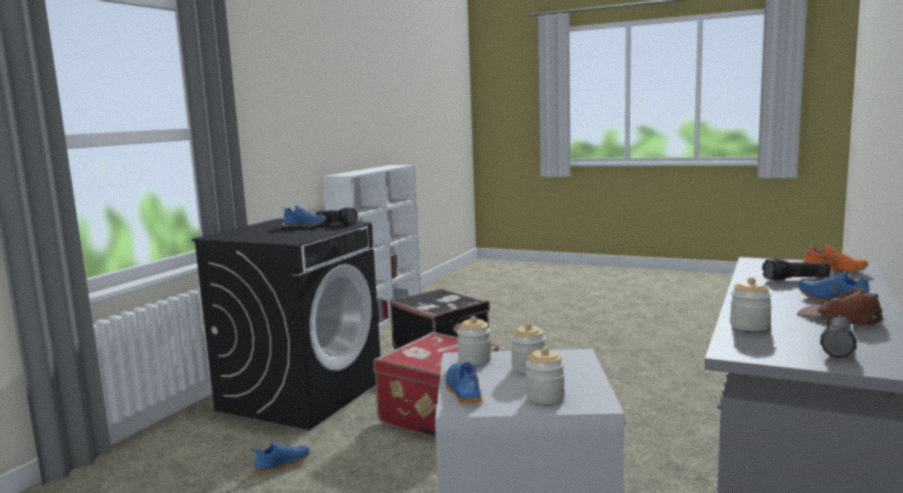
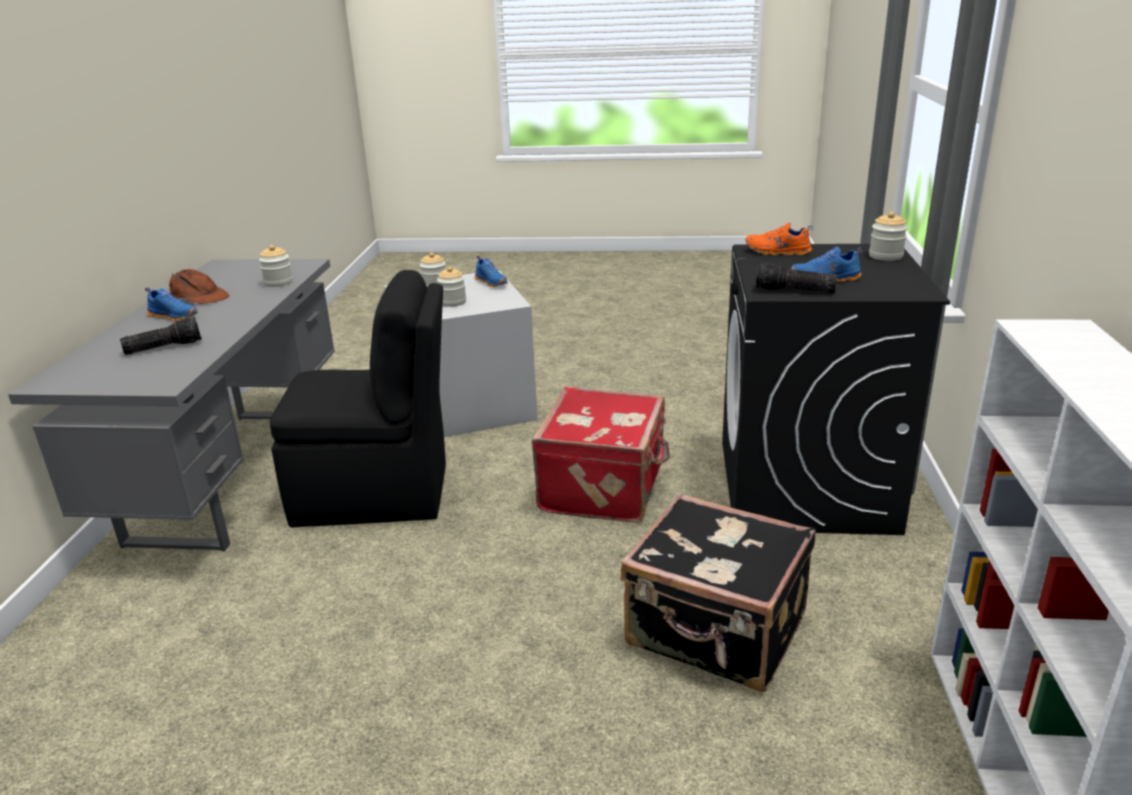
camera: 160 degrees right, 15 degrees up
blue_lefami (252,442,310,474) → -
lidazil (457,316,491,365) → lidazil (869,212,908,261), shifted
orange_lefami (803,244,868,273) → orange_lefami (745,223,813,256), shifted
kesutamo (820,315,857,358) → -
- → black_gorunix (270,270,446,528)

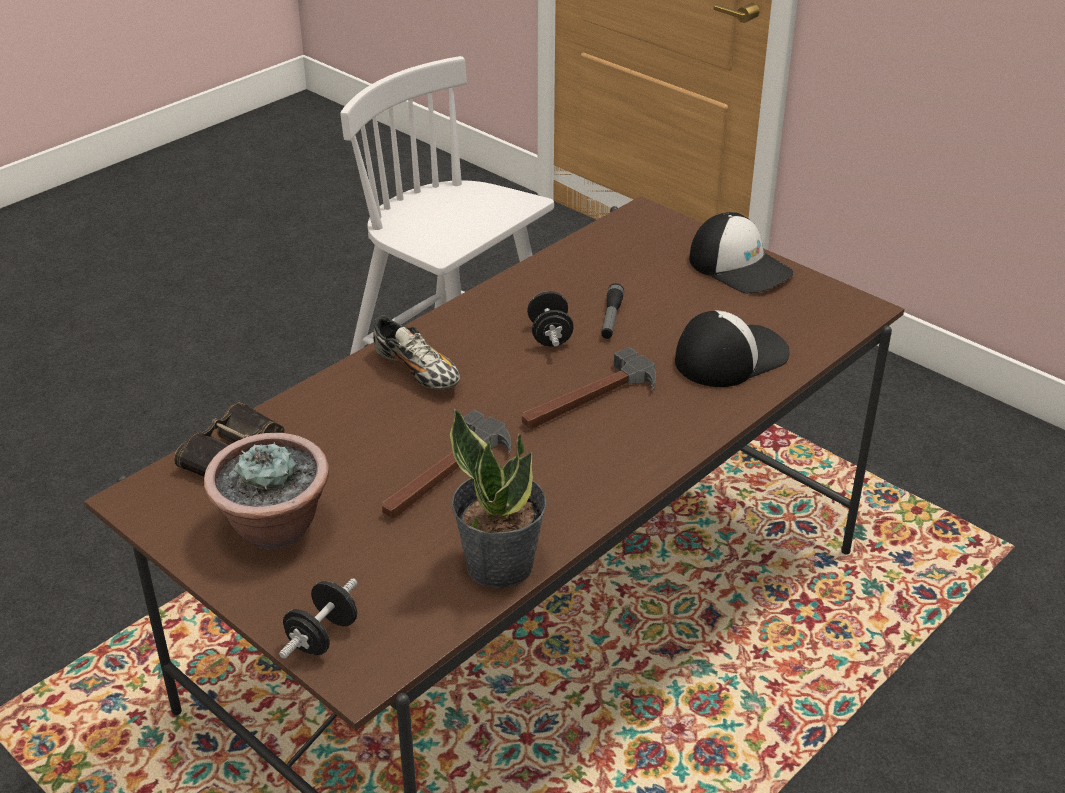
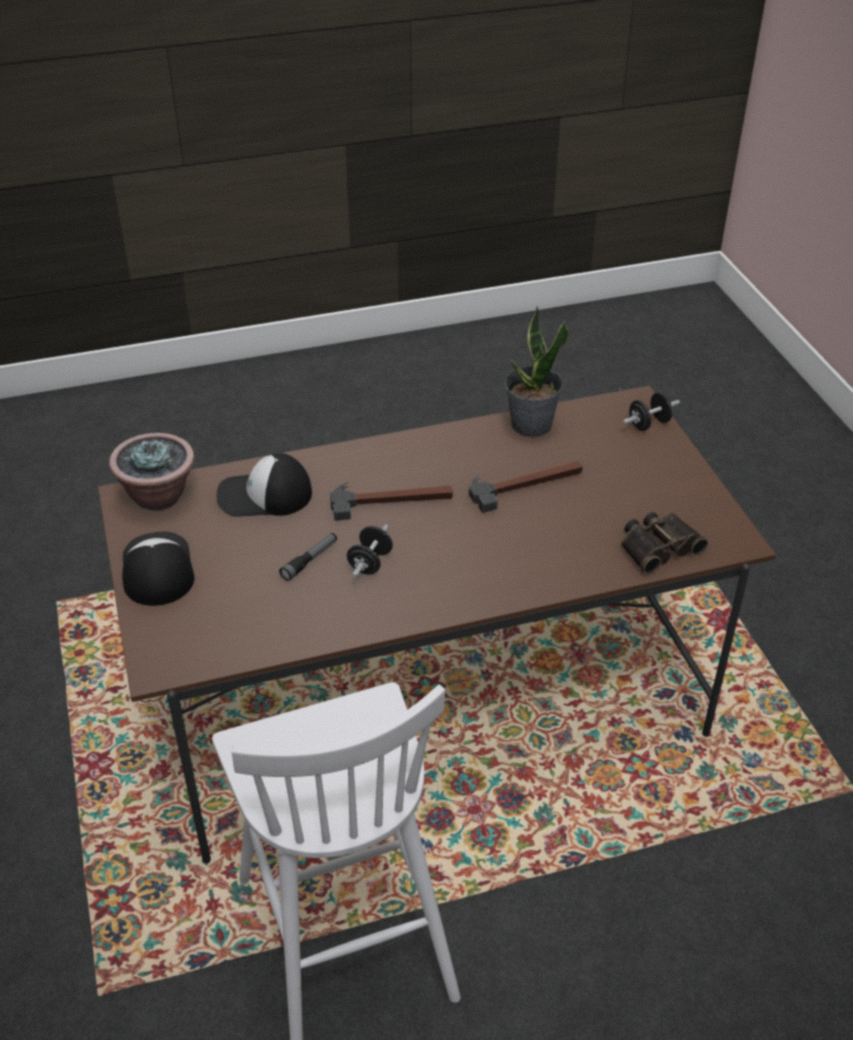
camera: 150 degrees left, 5 degrees up
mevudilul (204,433,329,549) → mevudilul (109,433,195,511), shifted
lefami (373,315,460,390) → -

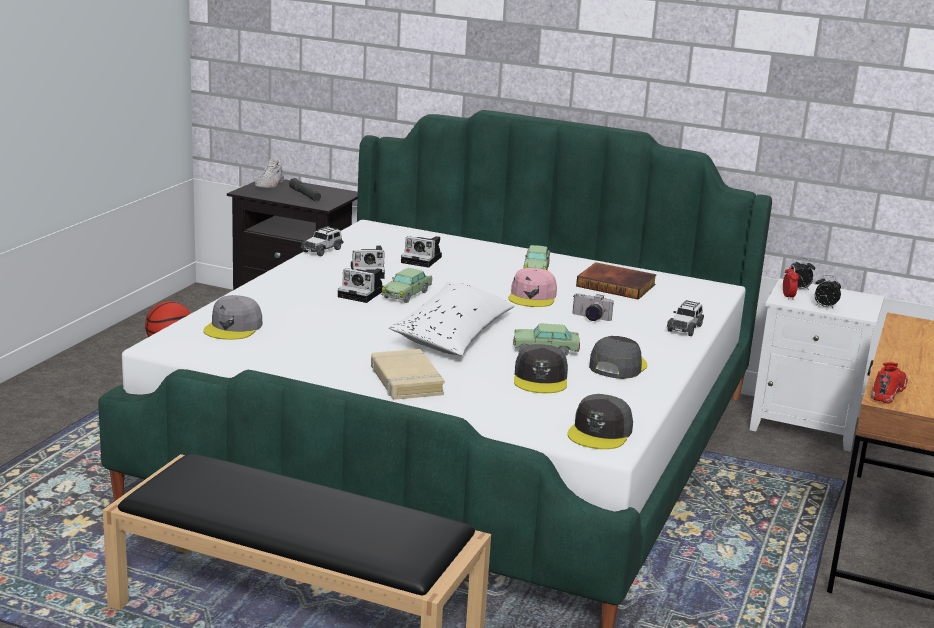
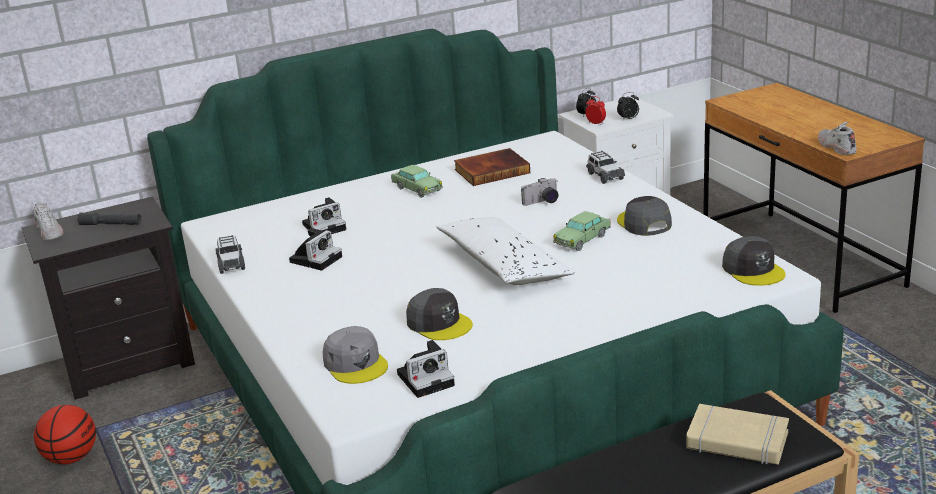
camera: 45 degrees left, 5 degrees up
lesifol (338,268,383,303) → lesifol (397,340,455,398), shifted
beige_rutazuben (371,349,445,400) → beige_rutazuben (686,404,789,465), shifted
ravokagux (381,268,432,303) → -
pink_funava (509,268,557,307) → -
grey_funava (514,344,568,393) → grey_funava (406,288,473,340), shifted
red_lefami (871,362,908,404) → white_lefami (818,122,857,155)

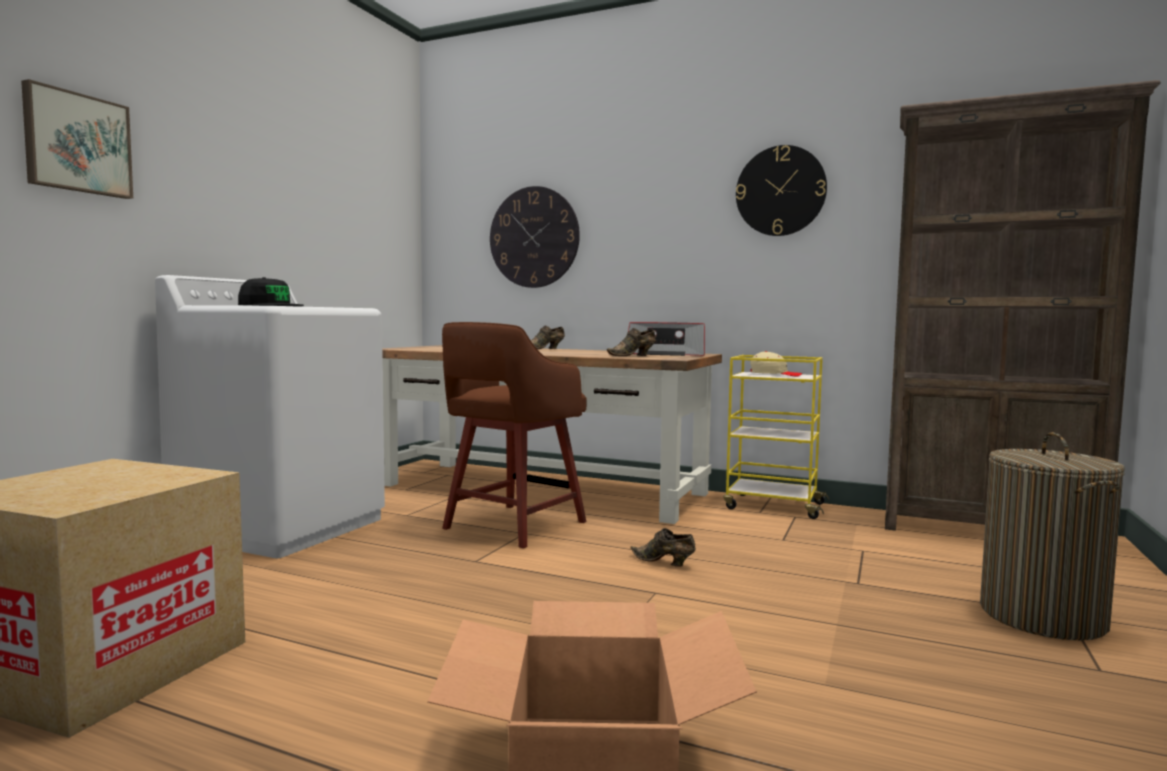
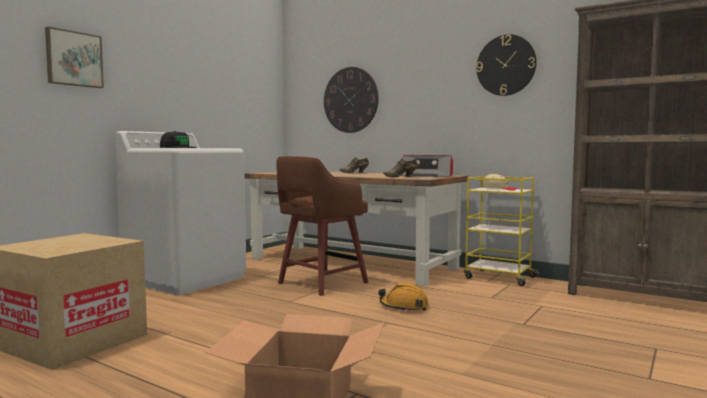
camera: 10 degrees right, 0 degrees up
brown_lefami (630,528,696,567) → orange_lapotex (378,283,429,312)
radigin (980,432,1125,640) → -

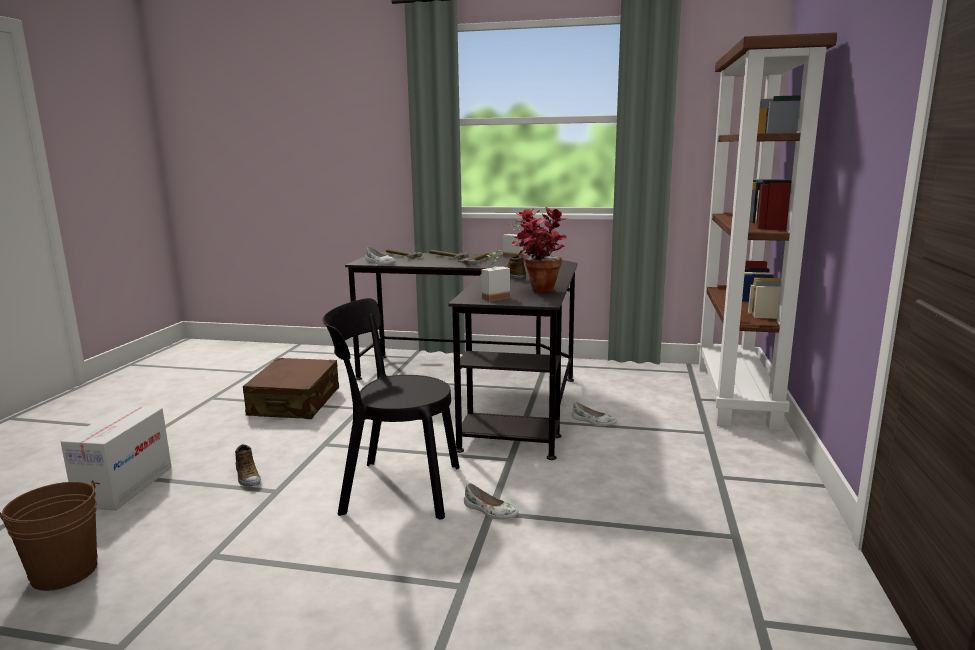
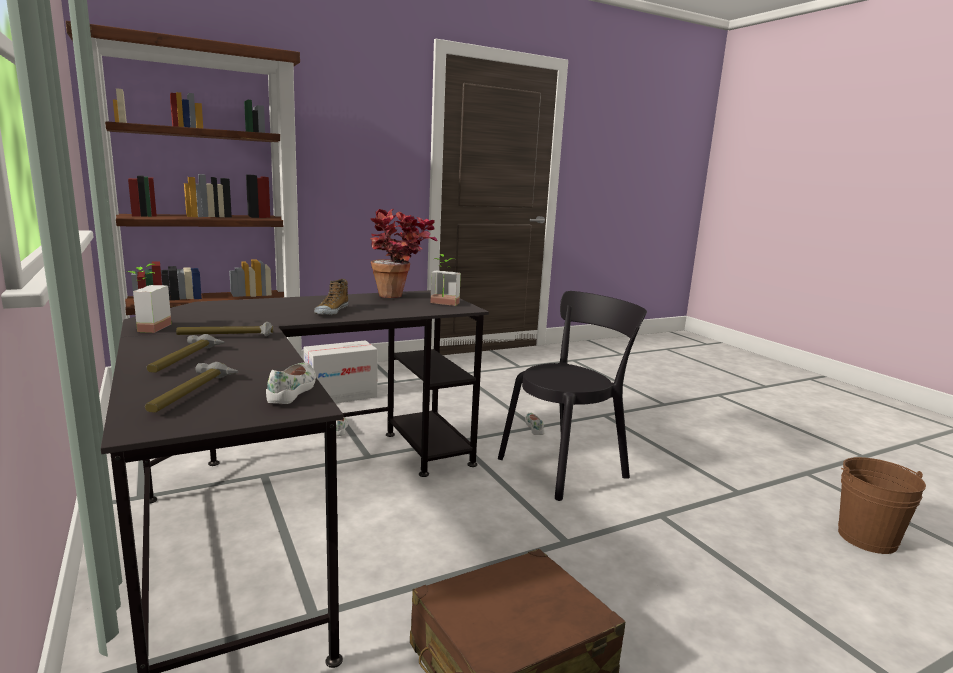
camera: 130 degrees left, 0 degrees up
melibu (61,406,172,511) → melibu (304,340,378,403), shifted
lefami (235,444,261,487) → -
black_gorunix (322,298,460,519) → black_gorunix (498,291,647,501), 90 degrees counterclockwise

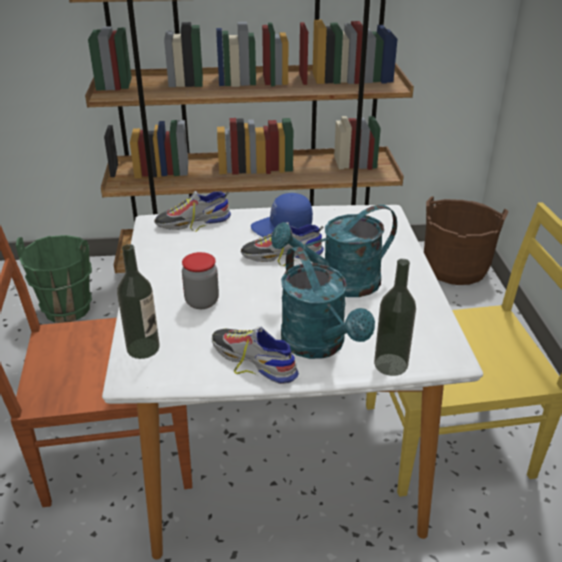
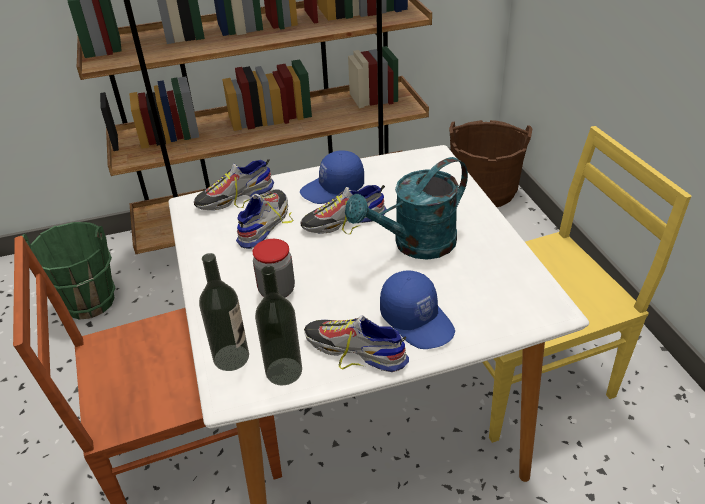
camera: 10 degrees left, 5 degrees up
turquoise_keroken (281,247,375,359) → blue_funava (380,271,455,349)
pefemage (374,259,416,376) → pefemage (255,266,302,385), shifted
- → lefami (236,190,293,249)

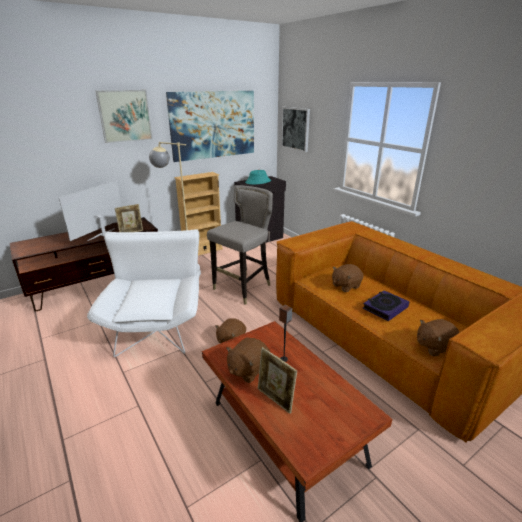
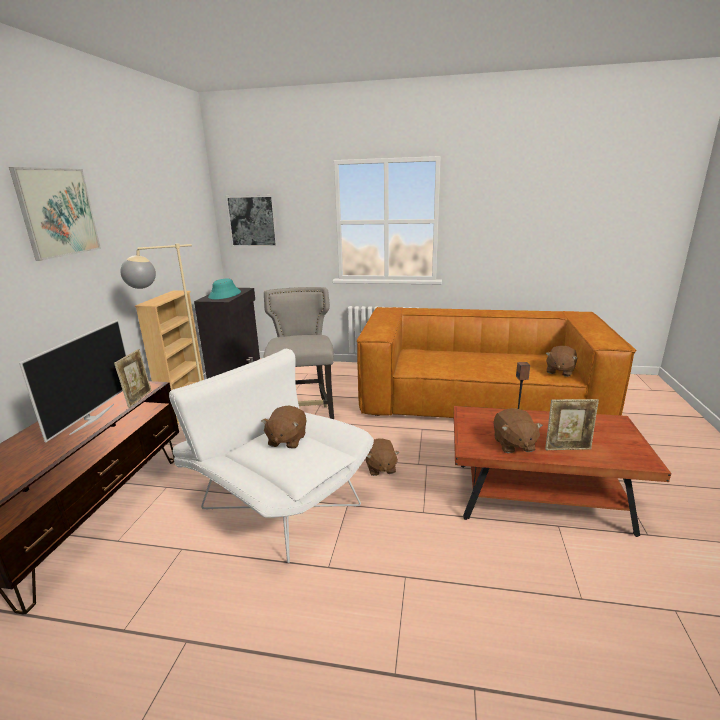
camera: 45 degrees left, 5 degrees down
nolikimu (59,180,122,241) → nolikimu (19,320,127,442), 150 degrees counterclockwise
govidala (166,91,254,162) → -
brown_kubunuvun (332,264,363,292) → brown_kubunuvun (262,406,307,449), shifted
rutazuben (363,290,410,321) → -

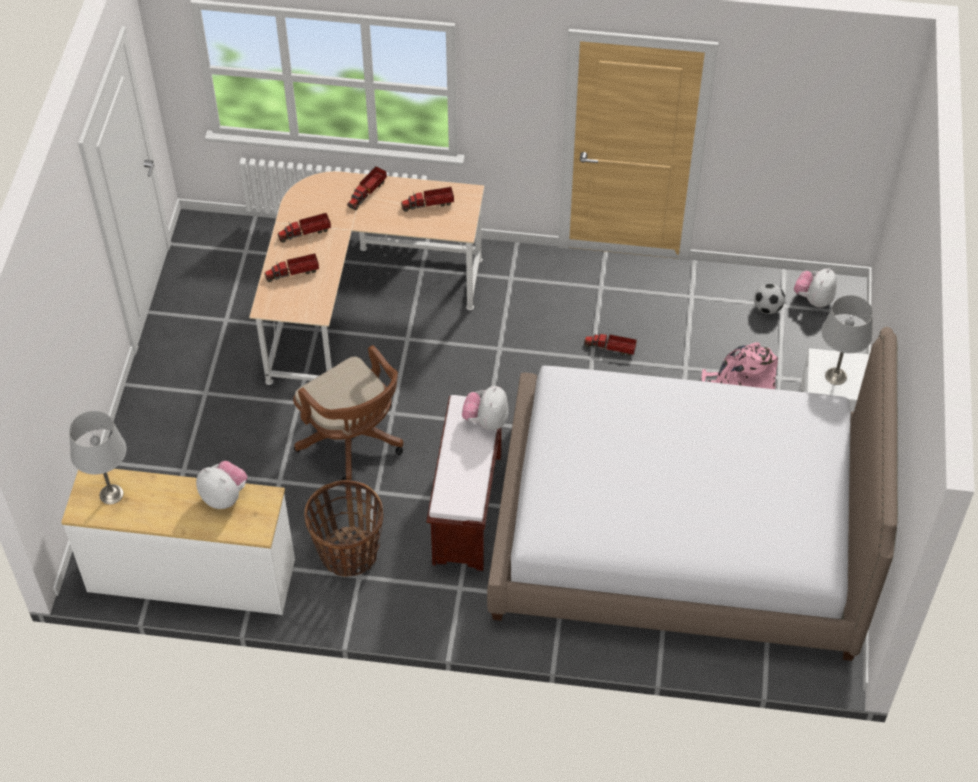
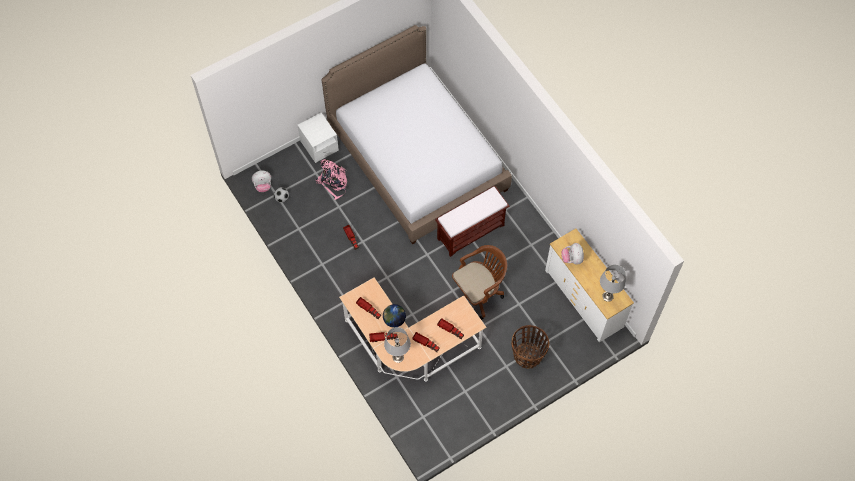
camera: 130 degrees left, 10 degrees up
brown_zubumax (293,345,404,480) → brown_zubumax (452,245,507,319), 45 degrees clockwise
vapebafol (304,480,383,577) → vapebafol (511,325,549,369), shifted
kubunuvun (462,386,509,430) → -
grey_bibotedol (822,295,873,385) → grey_bibotedol (384,327,411,363), shifted
- → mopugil (383,304,406,328)

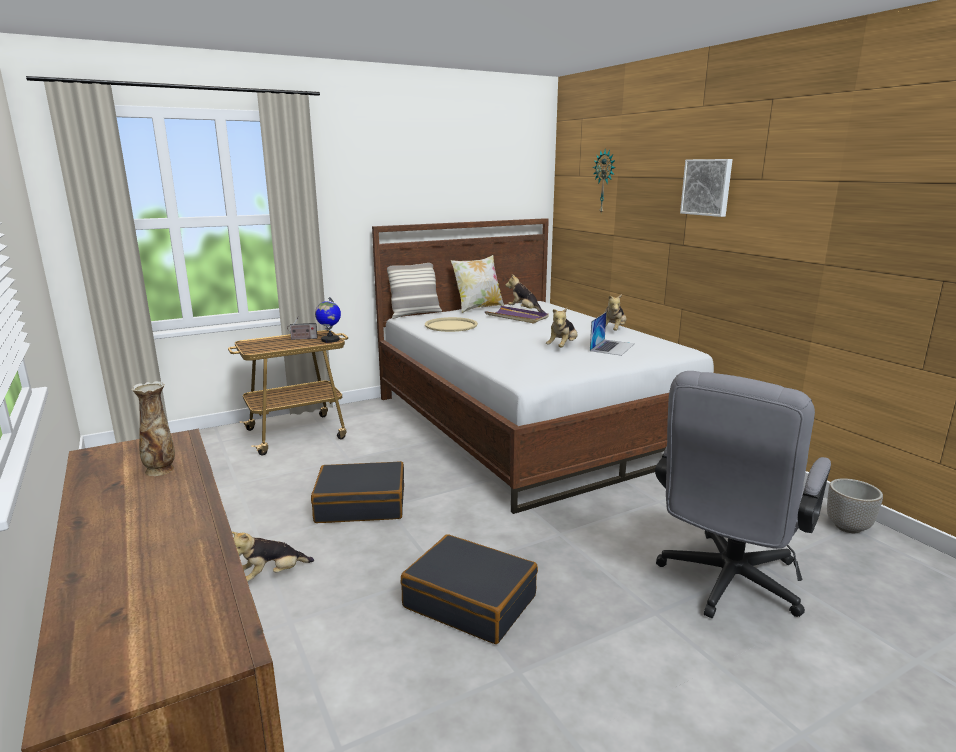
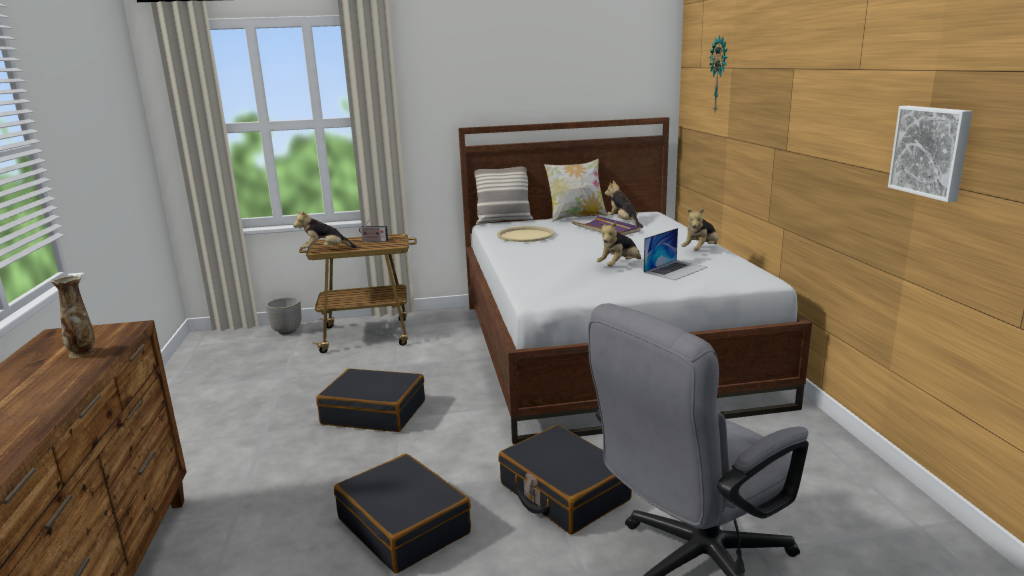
camera: 20 degrees right, 0 degrees up
kubunuvun (232,532,314,582) → kubunuvun (293,211,357,249), shifted
mopugil (315,297,341,343) → -
govidala (680,159,733,217) → govidala (888,106,973,202), shifted
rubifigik (827,478,883,533) → rubifigik (266,297,301,335), shifted
- → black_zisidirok (498,425,632,534)

